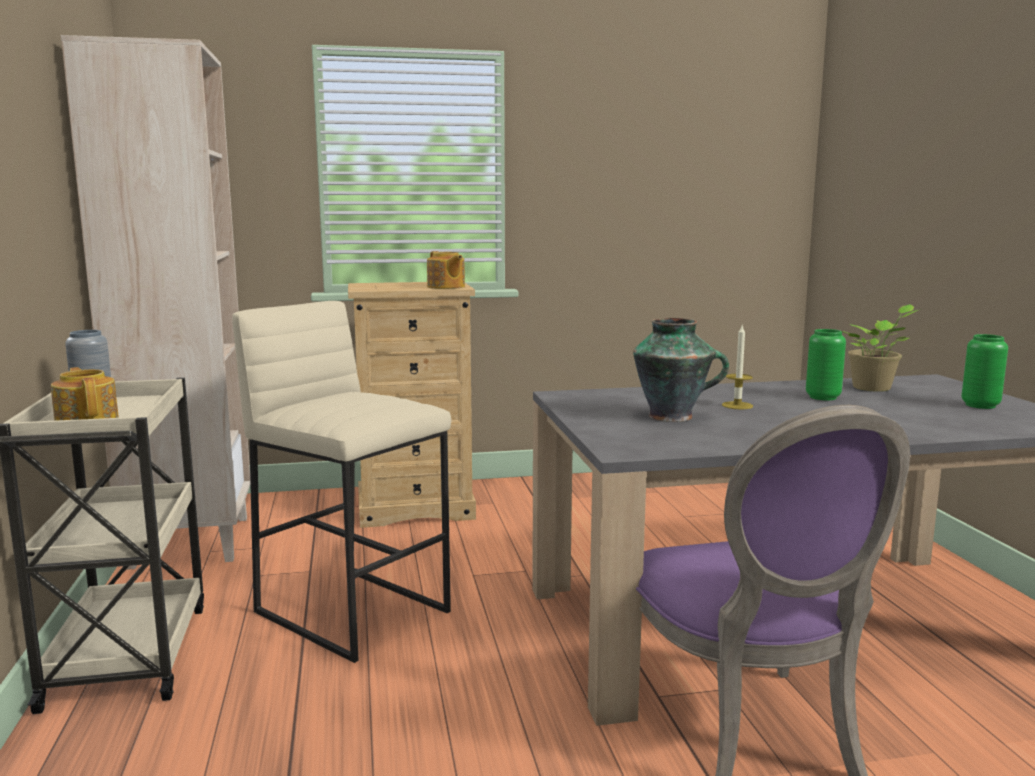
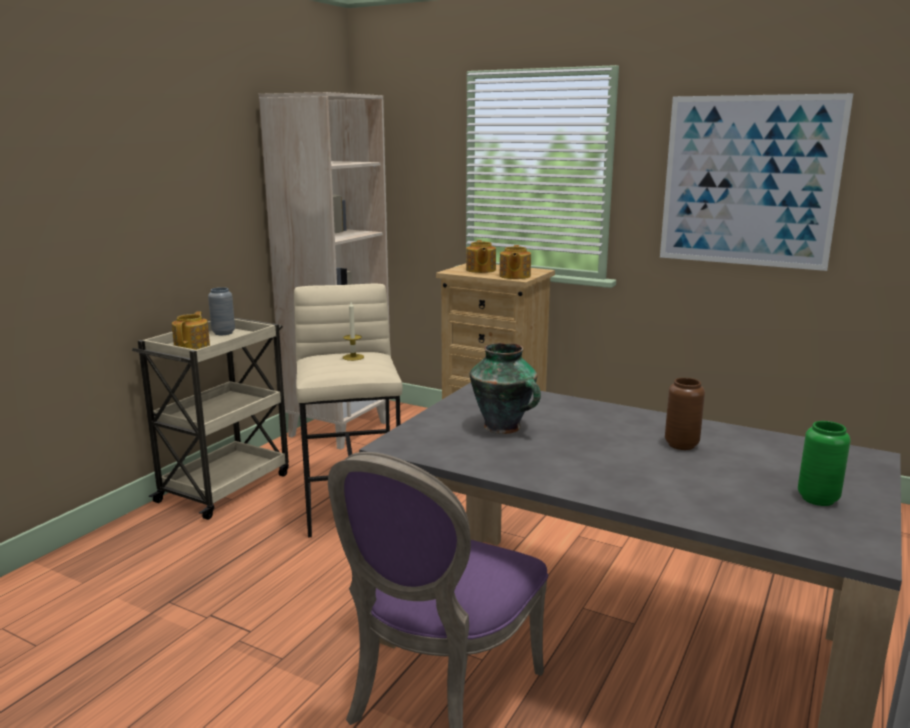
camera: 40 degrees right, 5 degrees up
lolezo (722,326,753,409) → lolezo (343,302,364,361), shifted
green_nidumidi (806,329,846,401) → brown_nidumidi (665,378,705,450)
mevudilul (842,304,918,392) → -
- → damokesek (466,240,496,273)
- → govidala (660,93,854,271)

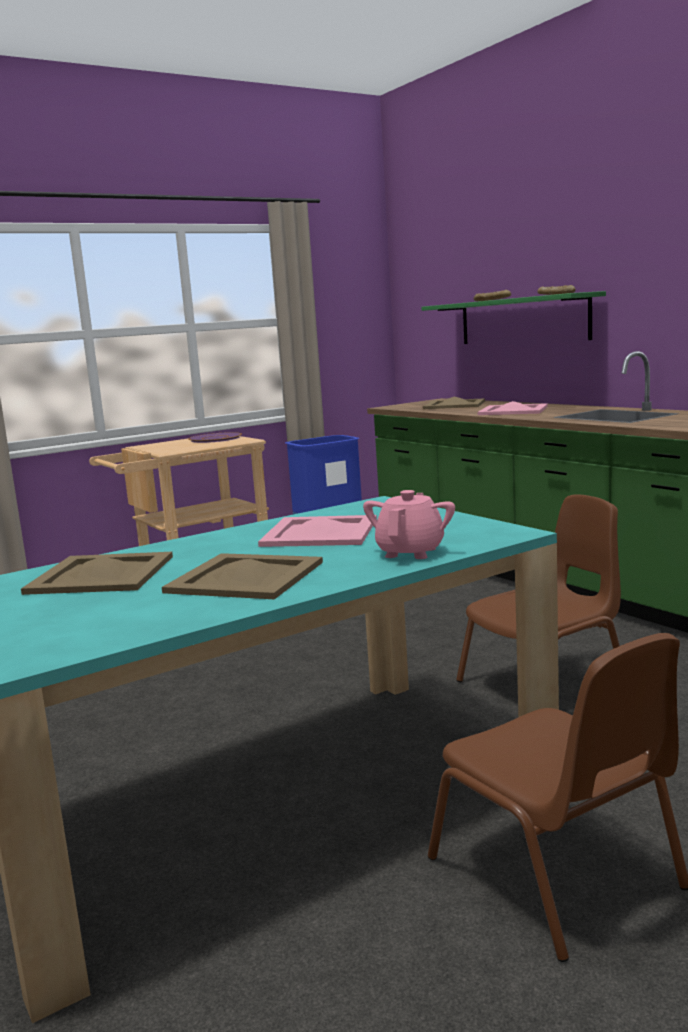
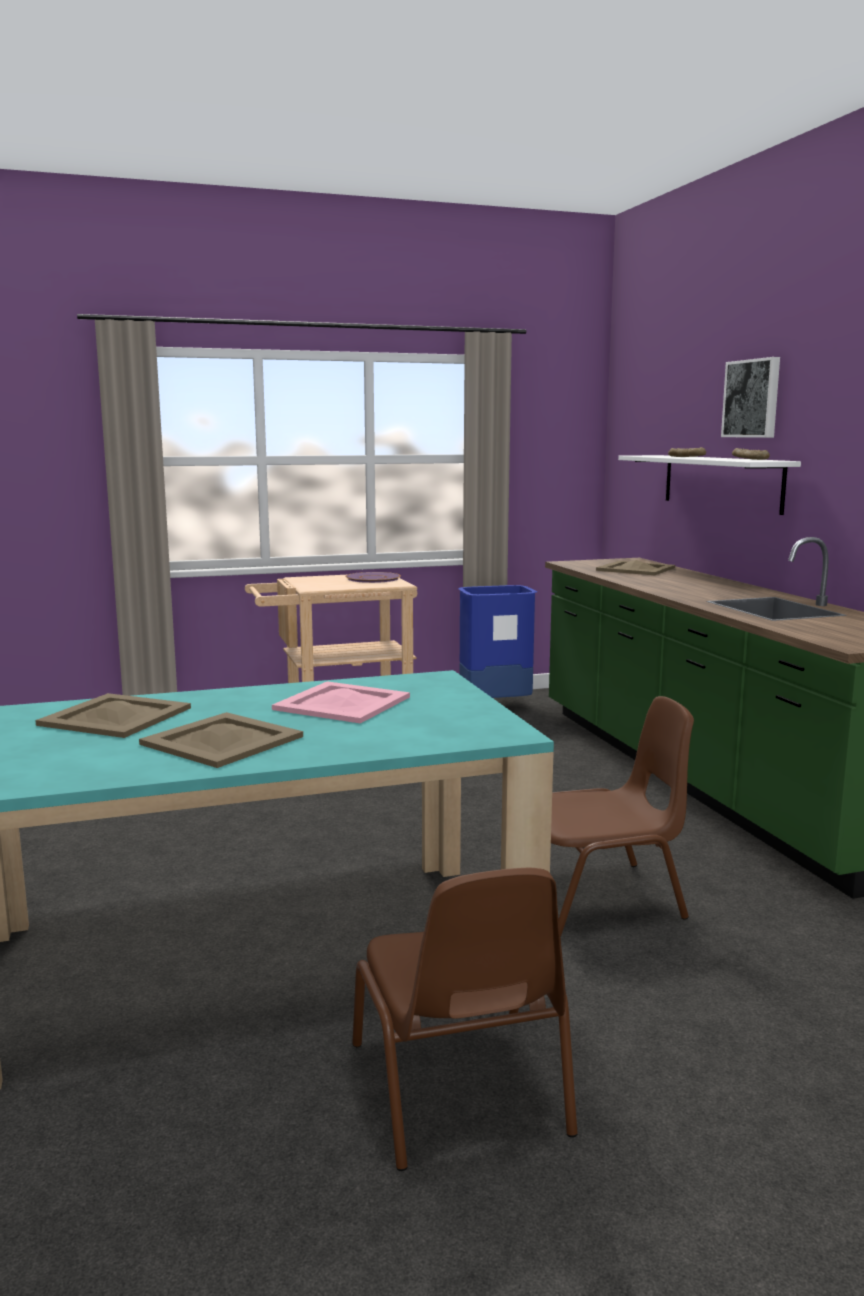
camera: 15 degrees right, 0 degrees up
pink_damokesek (363,490,455,559) → -
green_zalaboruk (421,291,606,344) → white_zalaboruk (618,455,801,515)
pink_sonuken (478,401,548,415) → -
- → govidala (721,357,780,438)

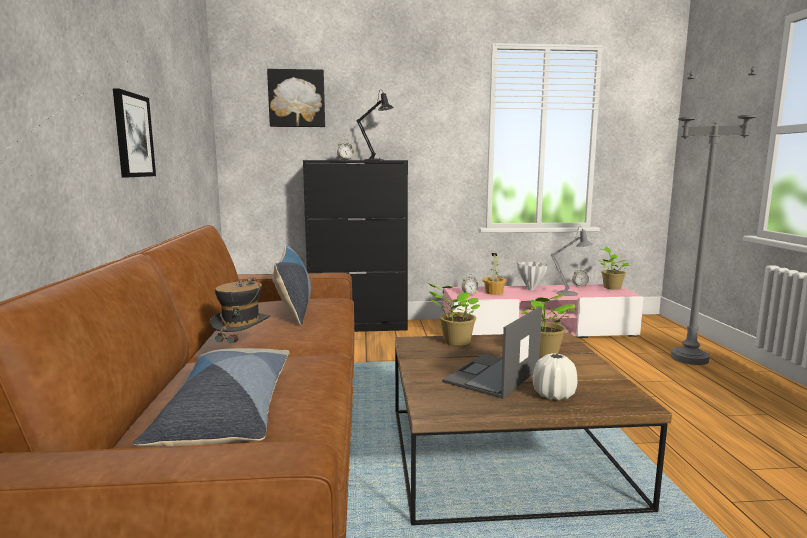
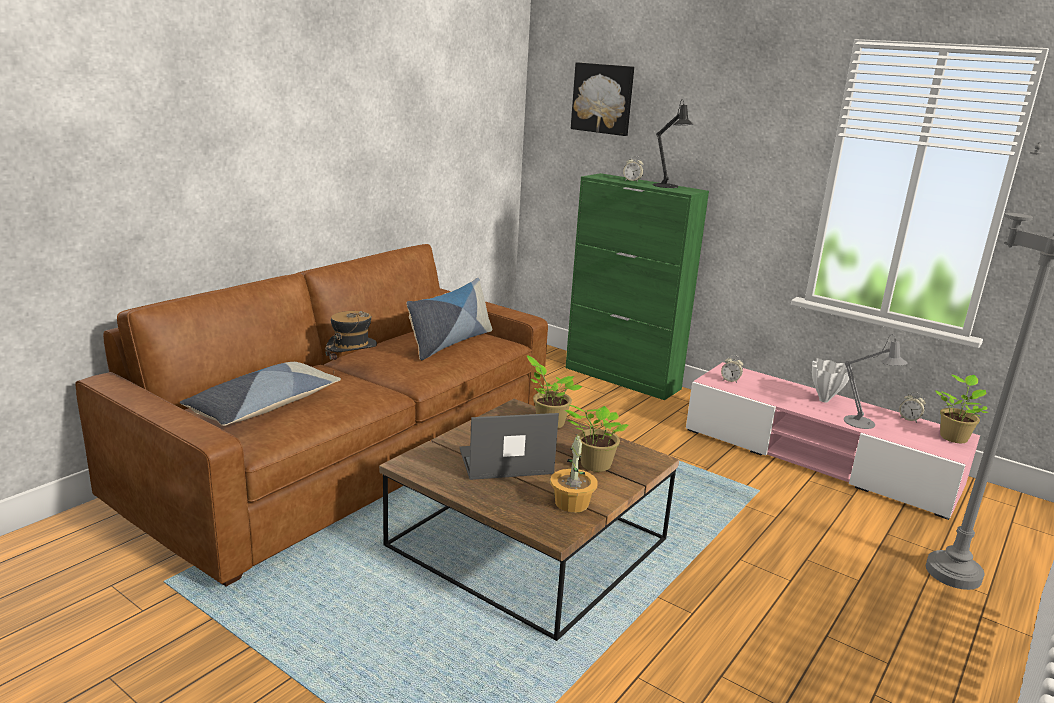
camera: 40 degrees right, 10 degrees up
govidala (113,88,156,177) → -
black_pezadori (303,160,408,332) → green_pezadori (565,173,709,400)
mevudilul (482,253,507,295) → mevudilul (550,434,598,513), shifted
white_nidumidi (533,353,578,400) → -

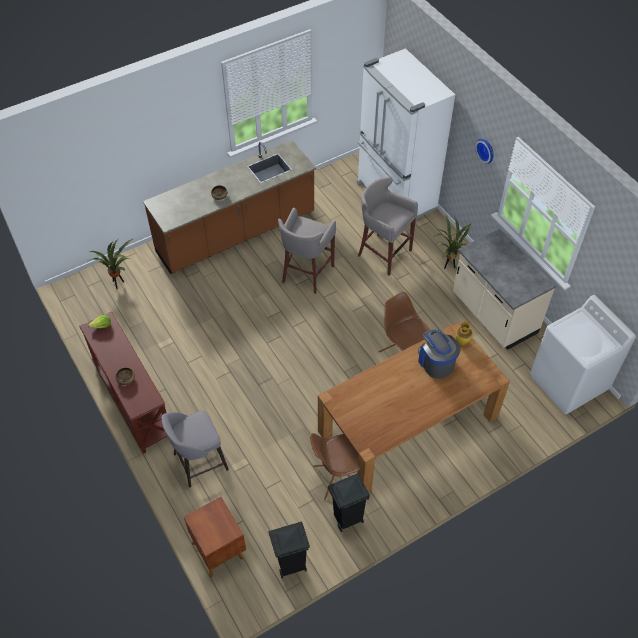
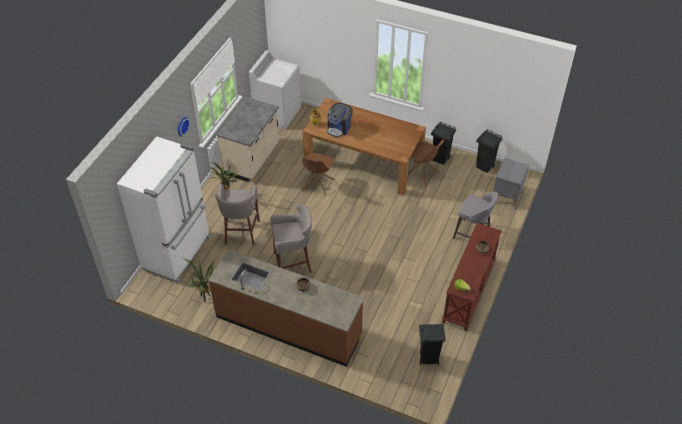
camera: 125 degrees left, 5 degrees down
mevudilul (88,238,134,289) → mevudilul (183,258,215,302), shifted
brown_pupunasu (184,497,246,577) → grey_pupunasu (493,158,529,210)
- → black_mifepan (419,324,446,365)

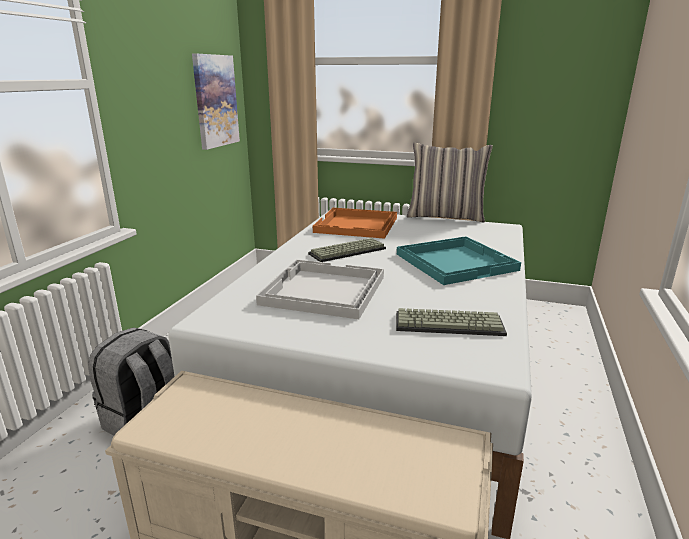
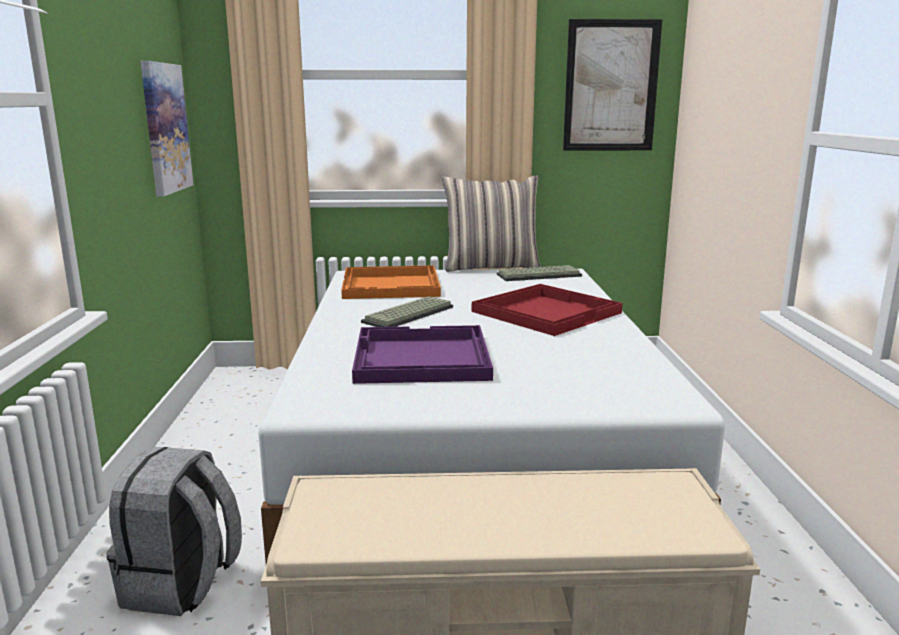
camera: 20 degrees left, 5 degrees down
white_sonuken (256,259,384,319) → purple_sonuken (352,325,493,384)
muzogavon (396,308,507,336) → muzogavon (497,265,582,281), shifted
turquoise_sonuken (397,236,521,285) → red_sonuken (472,284,623,336)
- → govidala (563,19,662,151)

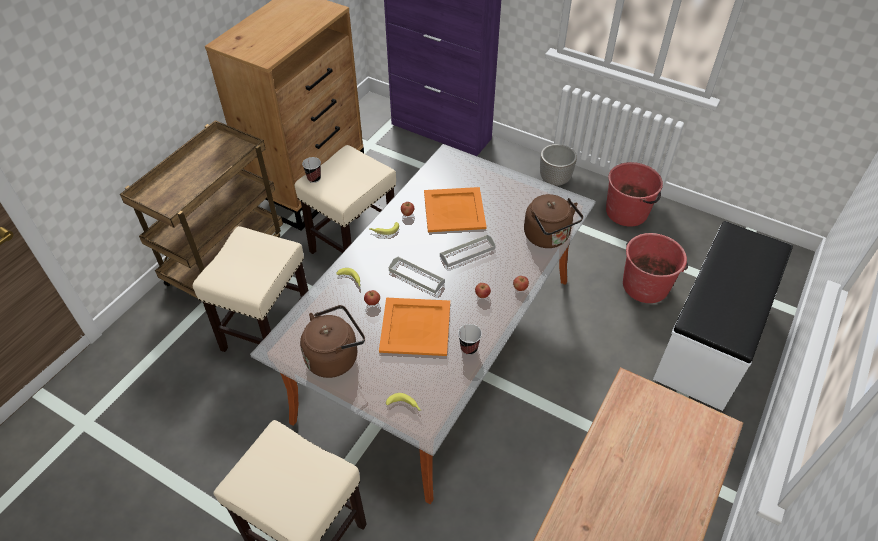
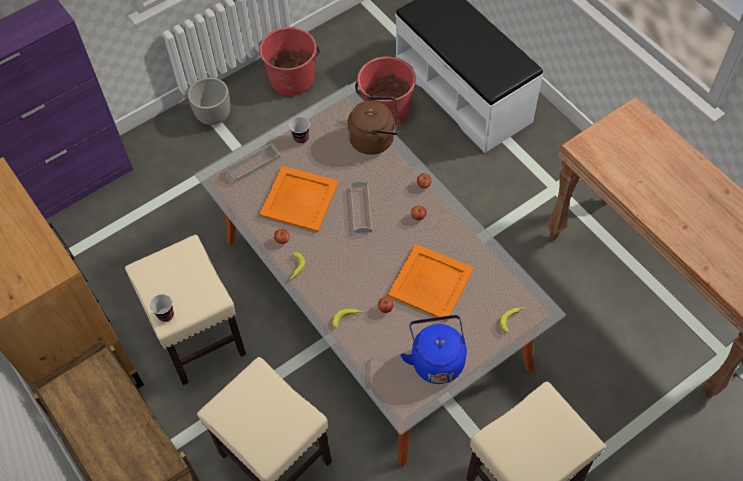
camera: 65 degrees left, 10 degrees up
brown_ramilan (300,305,365,378) → blue_ramilan (400,315,467,384)
grey_sonuken (389,256,445,294) → grey_sonuken (225,143,281,183), shifted
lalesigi (458,324,482,355) → lalesigi (289,117,310,144), shifted

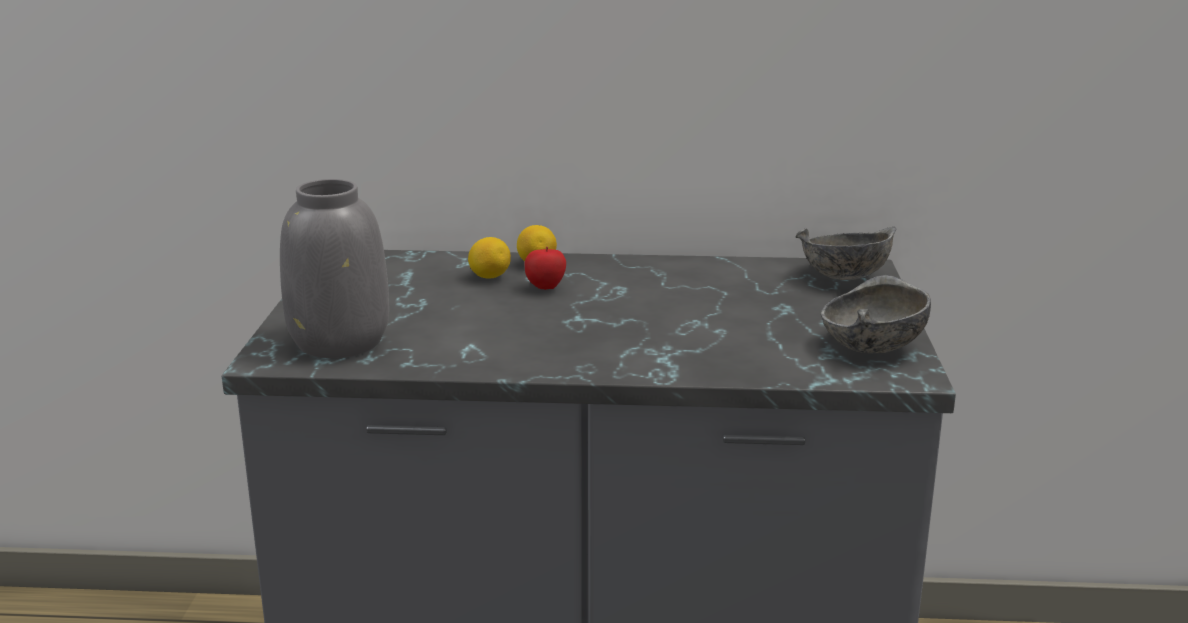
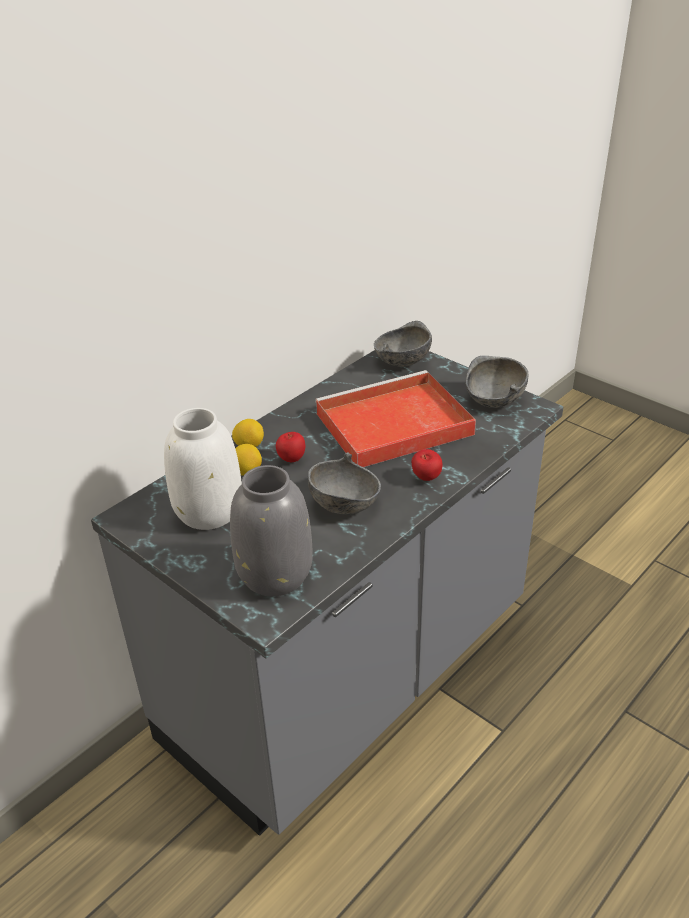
camera: 50 degrees left, 15 degrees up
- → white_nidumidi (164,408,242,530)
- → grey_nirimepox (308,452,381,514)
- → red_sonuken (315,370,476,467)
- → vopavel (412,449,442,481)

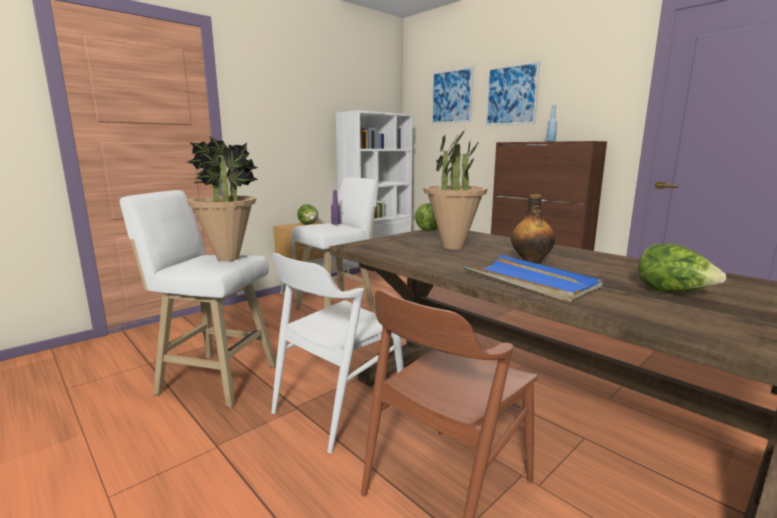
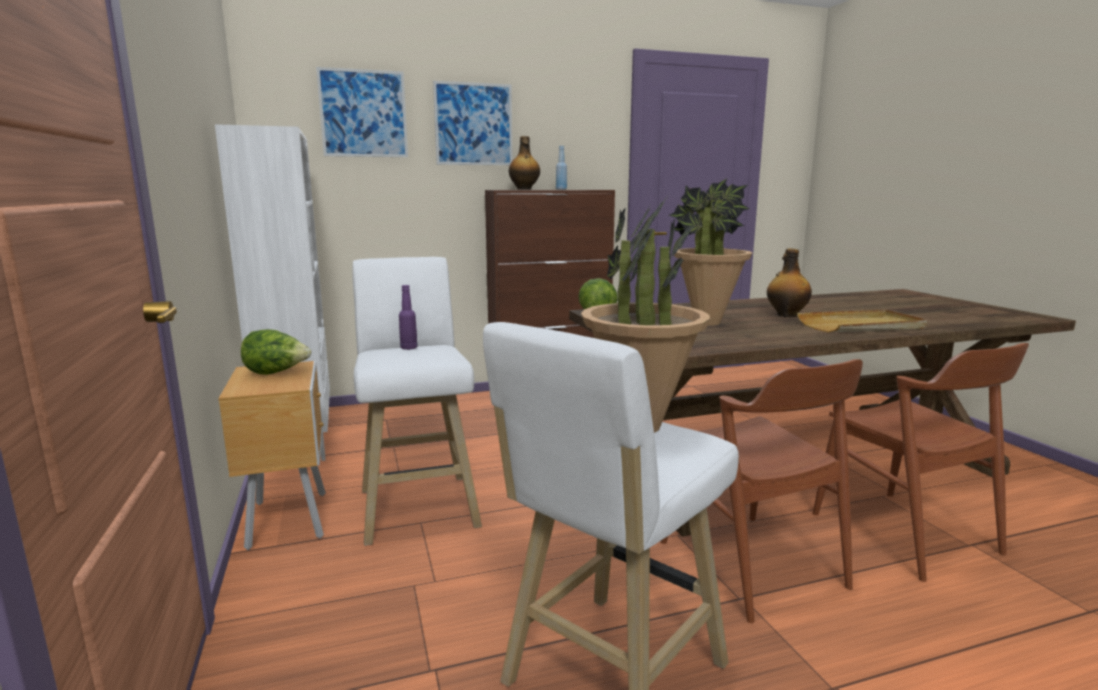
camera: 65 degrees left, 0 degrees up
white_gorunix (271,253,404,453) → brown_gorunix (661,359,863,623)
blue_sonuken (463,255,603,302) → beige_sonuken (797,310,927,332)
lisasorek (638,244,726,292) → -
- → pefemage (509,136,540,190)

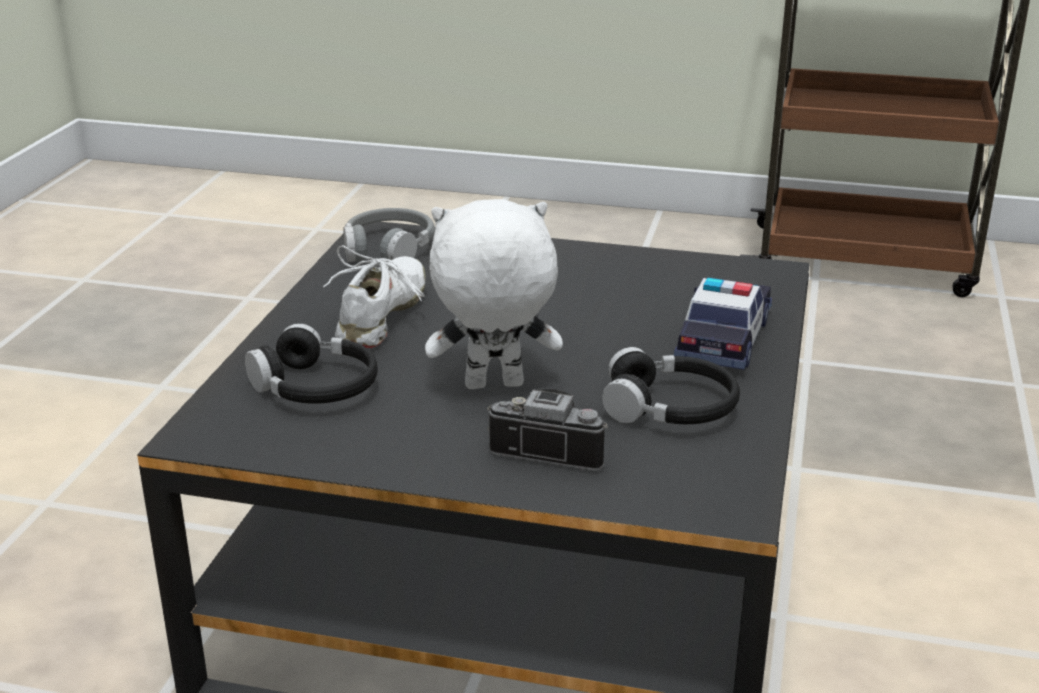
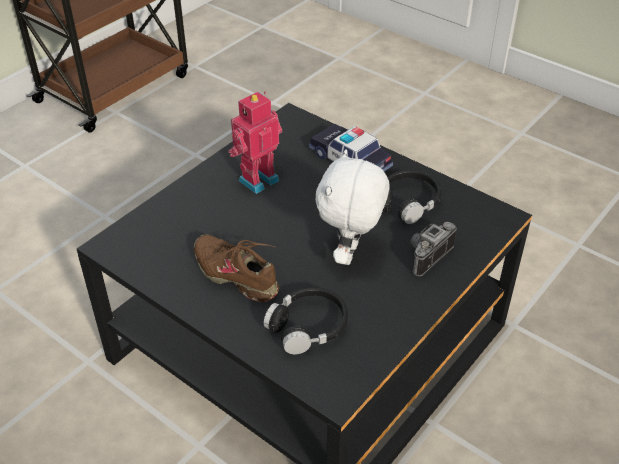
camera: 65 degrees left, 15 degrees up
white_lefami (323,245,425,348) → brown_lefami (194,234,279,302)
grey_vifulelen (343,208,435,263) → -
- → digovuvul (228,92,282,194)

